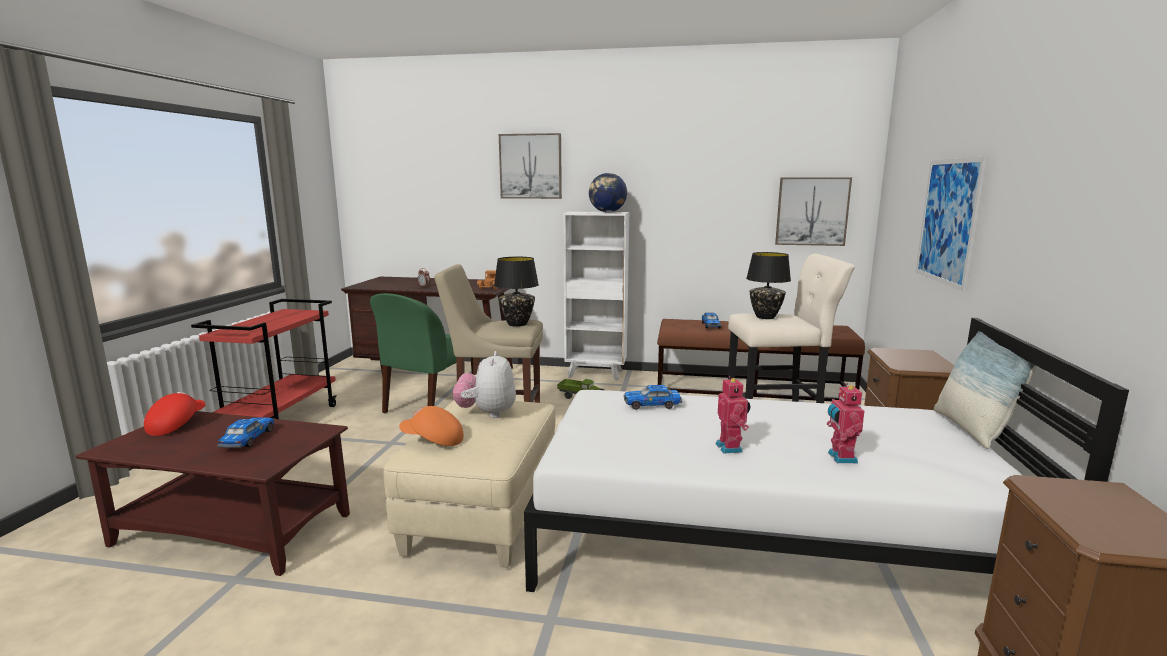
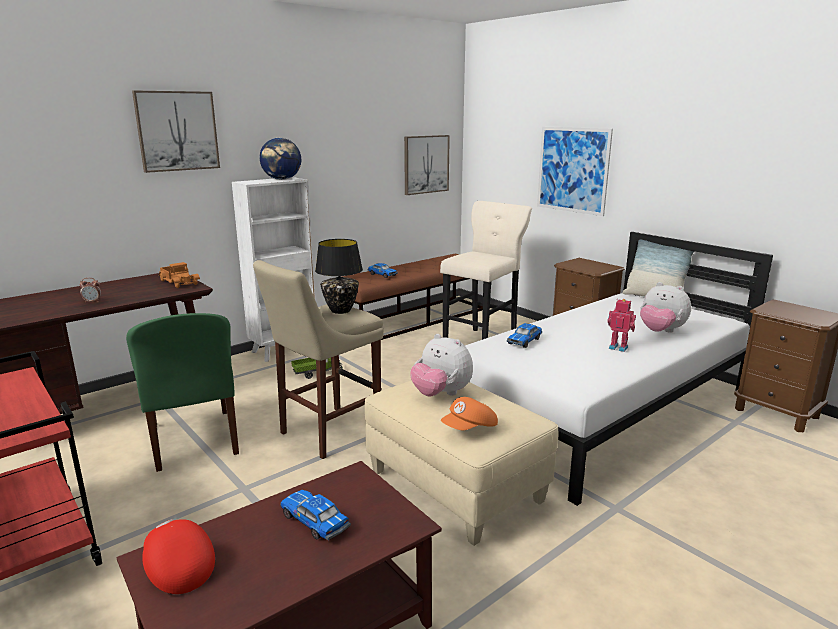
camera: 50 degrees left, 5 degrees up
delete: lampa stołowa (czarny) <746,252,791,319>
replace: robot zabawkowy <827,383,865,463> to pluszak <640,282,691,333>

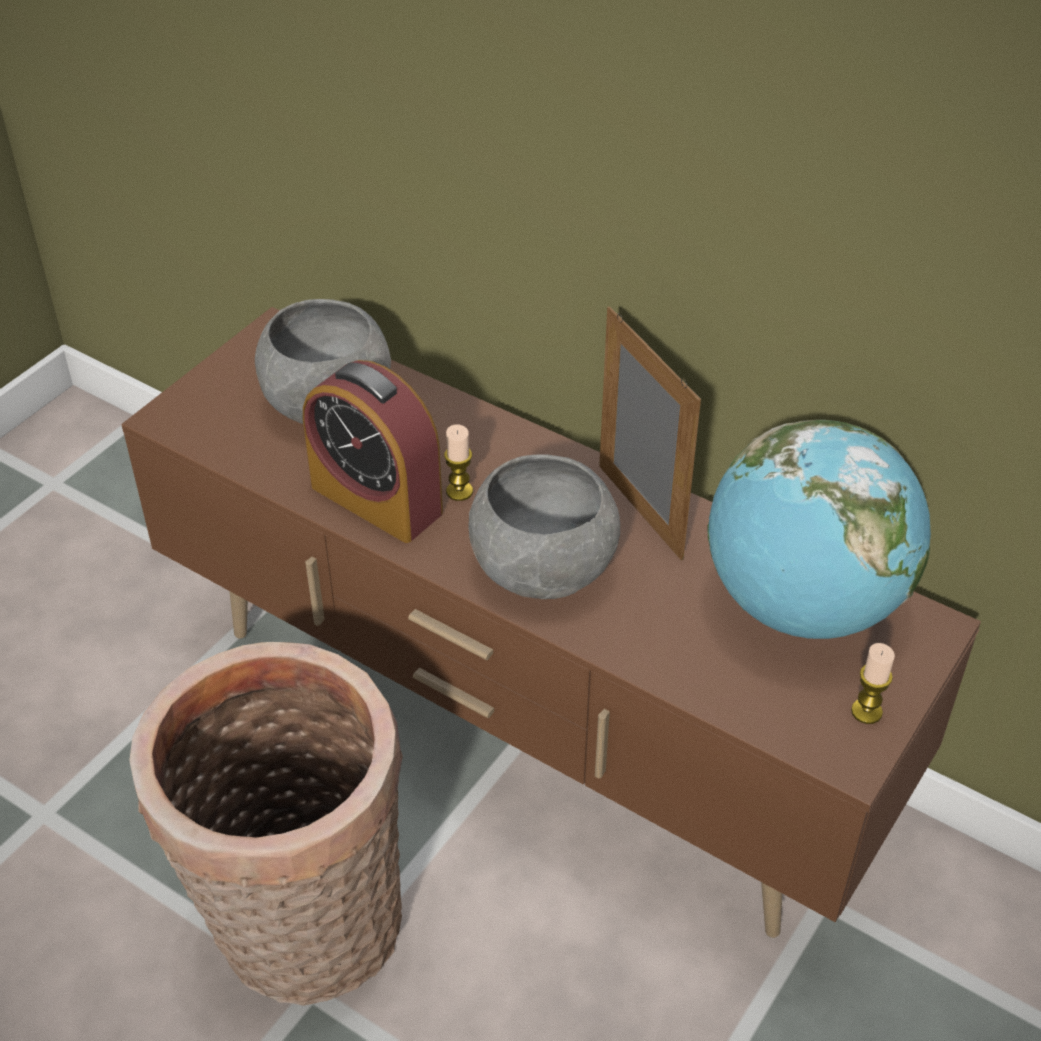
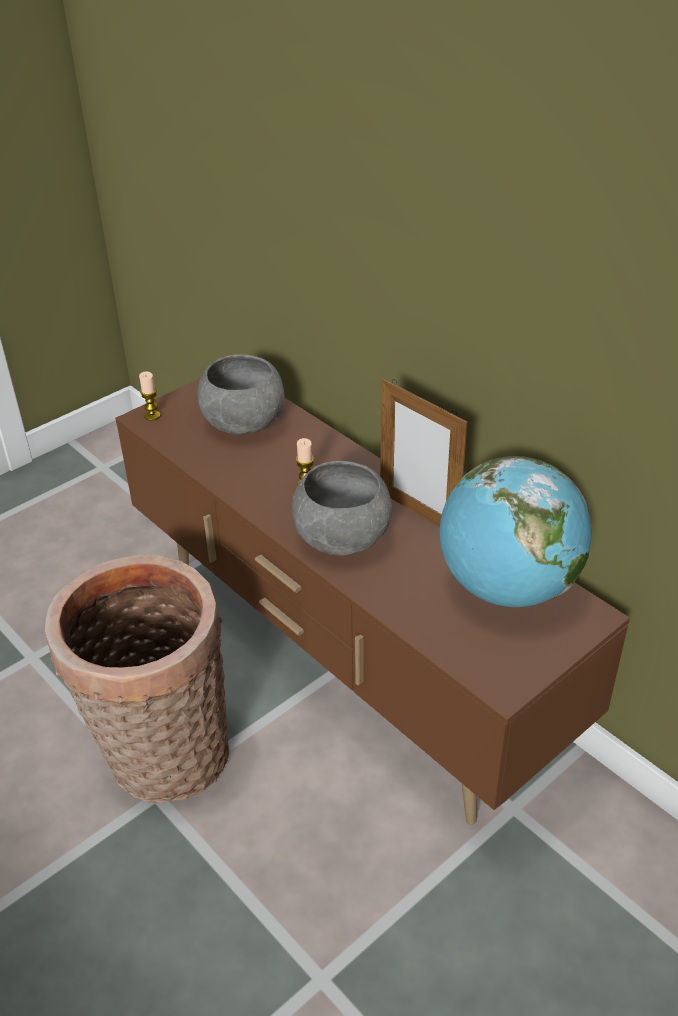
camera: 15 degrees right, 5 degrees down
delete: budzik <303,360,443,543>
move: świeca <851,643,895,724> to <139,371,161,421>
rotate: ramka na zdjęcie <599,306,701,561> = <380,378,467,528> 150 degrees clockwise

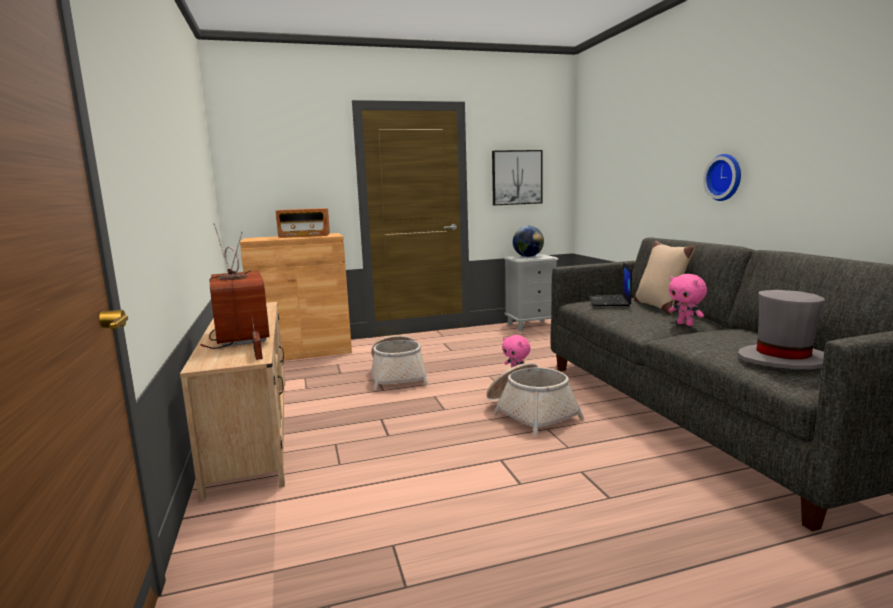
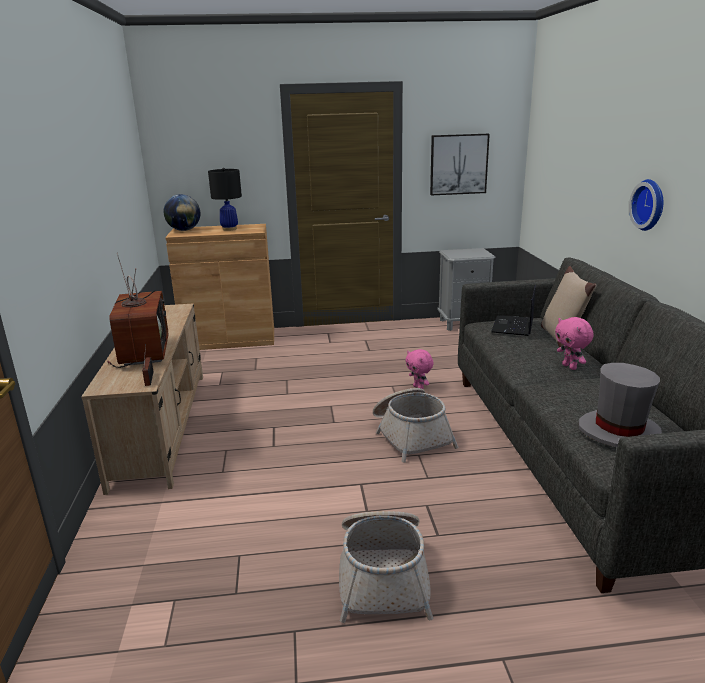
camera: 10 degrees right, 10 degrees up
move: globus <513,226,544,257> to <164,194,200,231>; koszyk <371,335,429,391> to <339,511,434,623>
replace: radio <276,208,330,238> to lampa stołowa (czarny) <208,168,242,231>

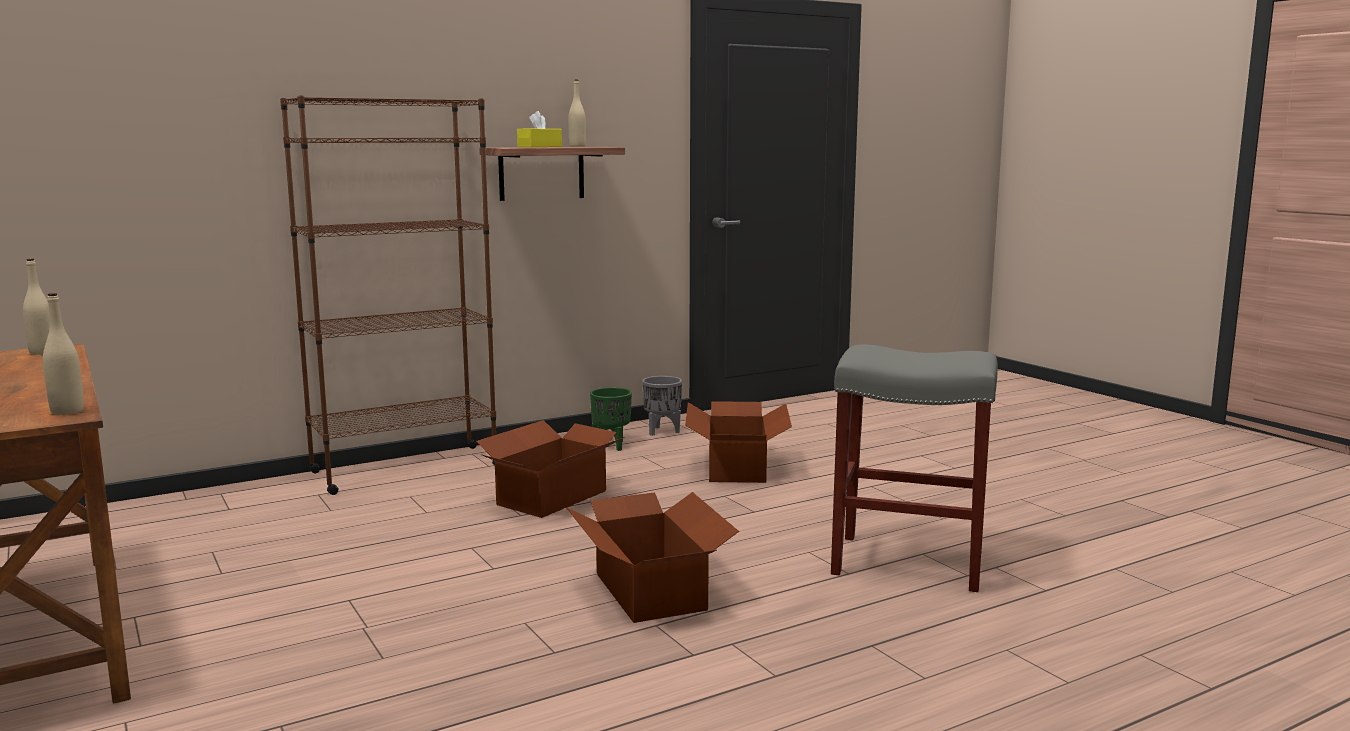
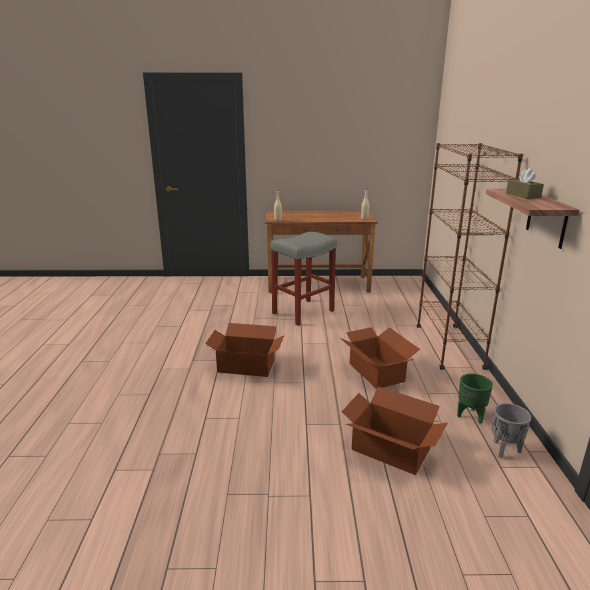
camera: 120 degrees right, 10 degrees up
delete: butelka (beżowy) <568,79,586,147>
move: stołek (szary) <831,345,998,592> to <270,232,337,326>
recolor: pudełko chusteczek (żółty) <517,111,562,147> to pudełko chusteczek (brązowy) <506,168,544,199>

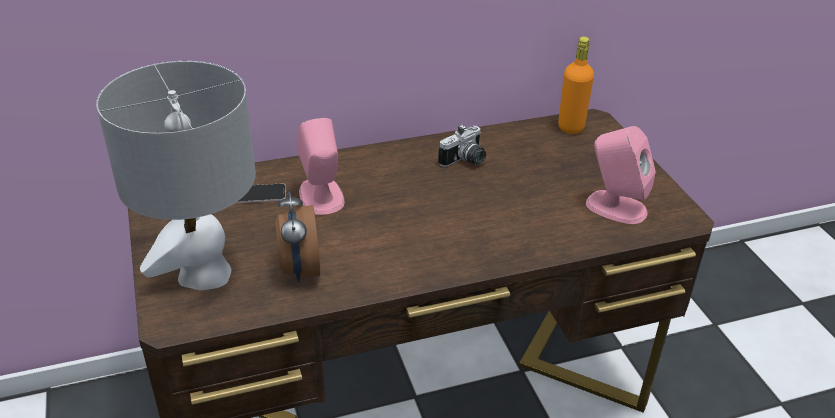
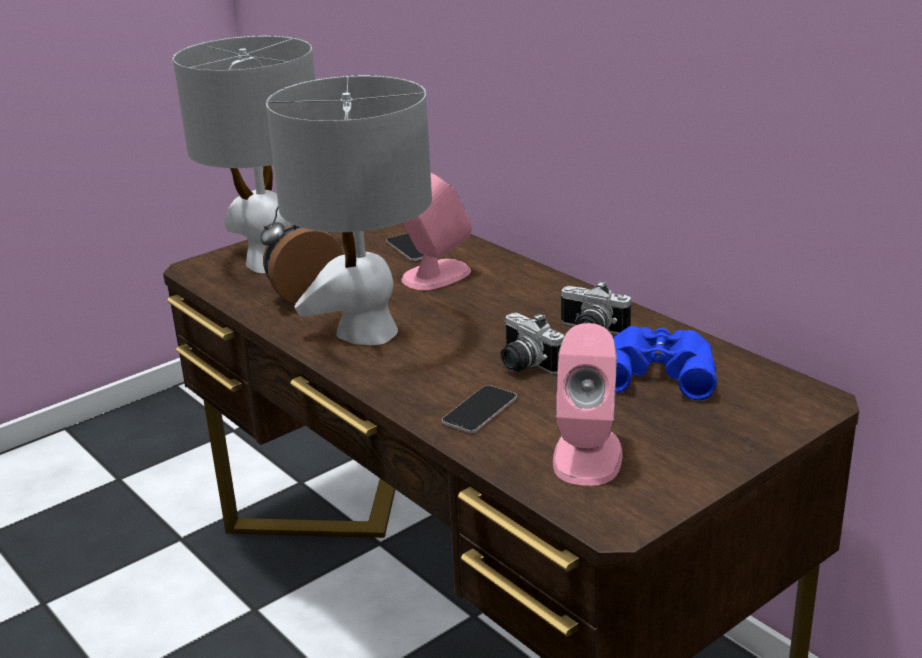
camera: 70 degrees right, 10 degrees down
delete: butelka (pomarańczowy) <558,36,594,134>
insert: lampa stołowa (szary) <266,75,432,345>; telefon <442,385,517,433>; aparat fotograficzny <500,313,564,374>; lornetka (niebieski) <613,326,717,400>

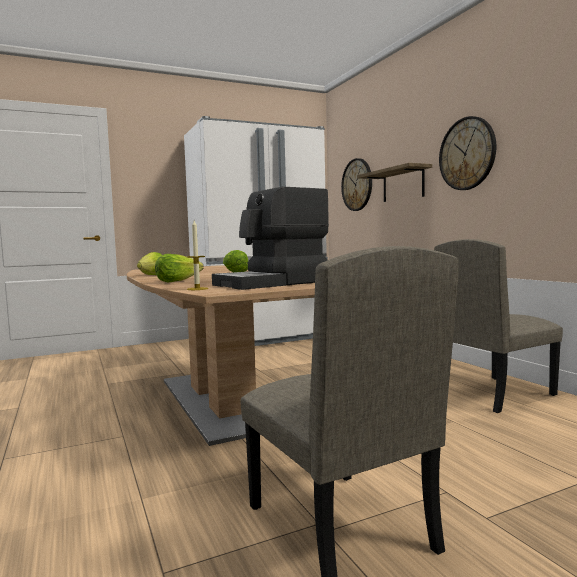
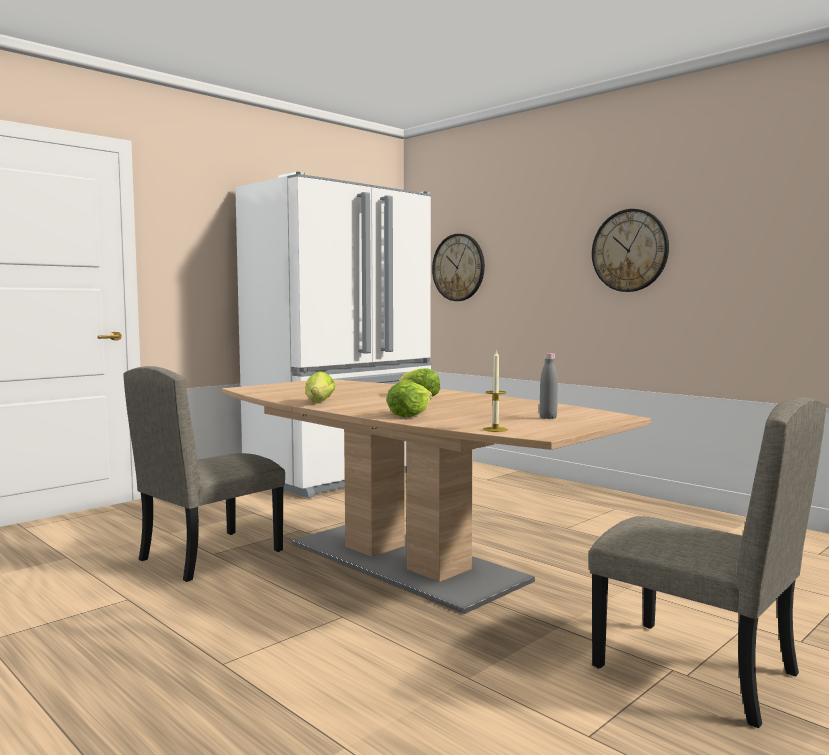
camera: 20 degrees left, 0 degrees up
delete: półka <357,163,432,202>
move: krzesło (beżowy) <434,239,563,413> to <123,366,285,582>
replace: ekspres do kawy <212,187,329,290> to butelka (szary) <539,353,558,419>

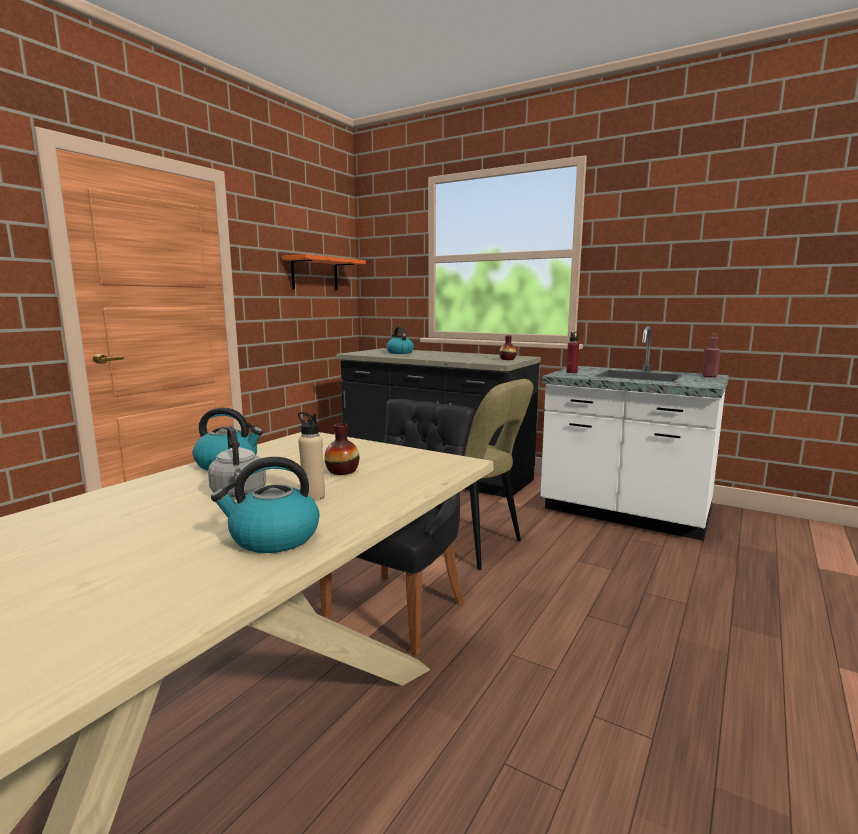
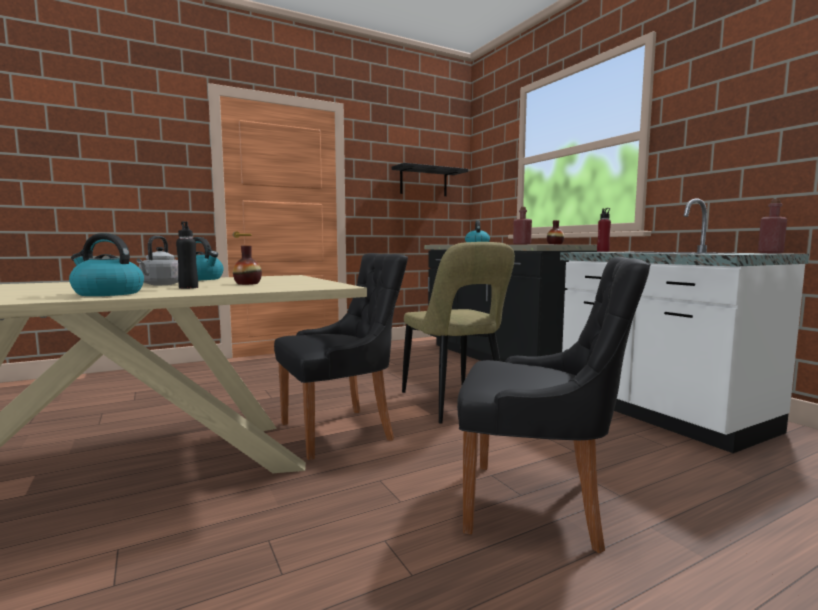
camera: 30 degrees right, 5 degrees down
insert: krzesło (czarny) <457,257,651,553>; butelka (czerwony) <513,207,532,244>
recolor: butelka (beżowy) <298,412,325,501> to butelka (czarny) <176,221,198,289>; półka (pomarańczowy) <282,254,366,290> to półka (czarny) <392,163,468,196>

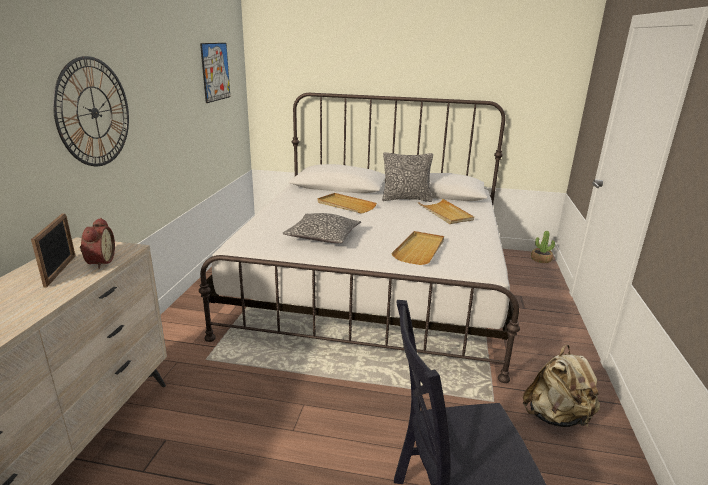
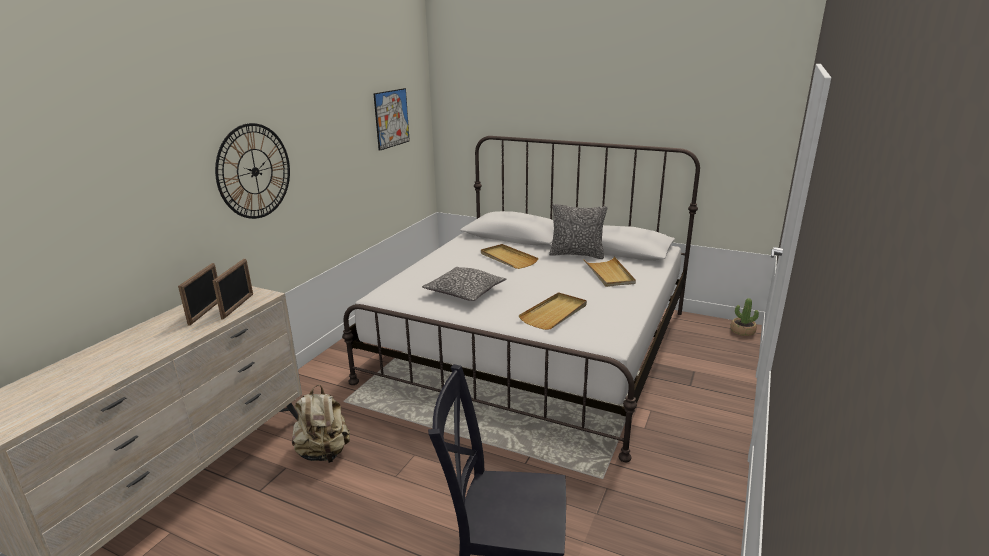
camera: 15 degrees right, 0 degrees up
move: plecak (beżowy) <523,345,600,427> to <292,385,350,464>
replace: budzik <80,218,115,269> to ramka na zdjęcie <213,258,253,319>

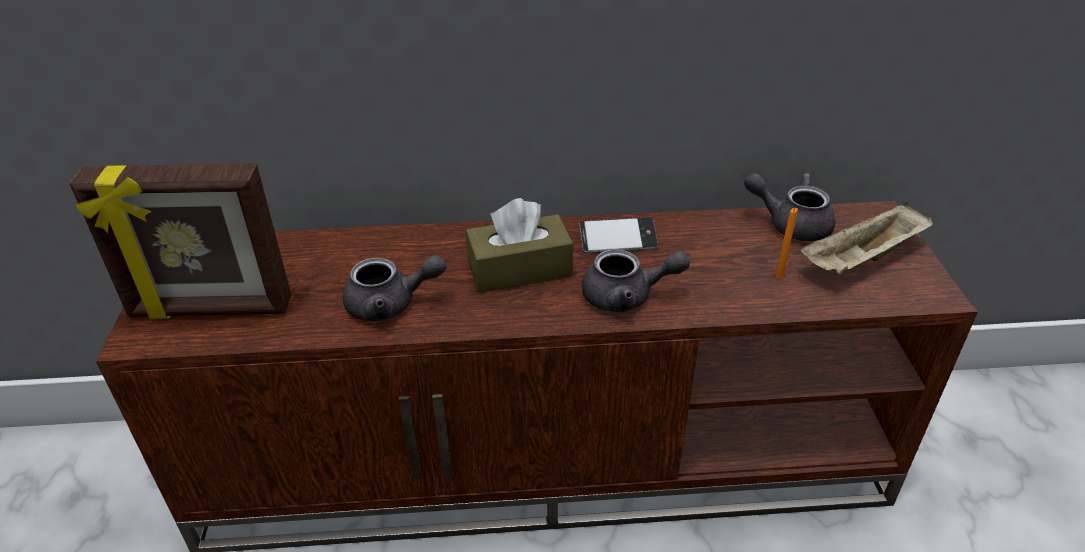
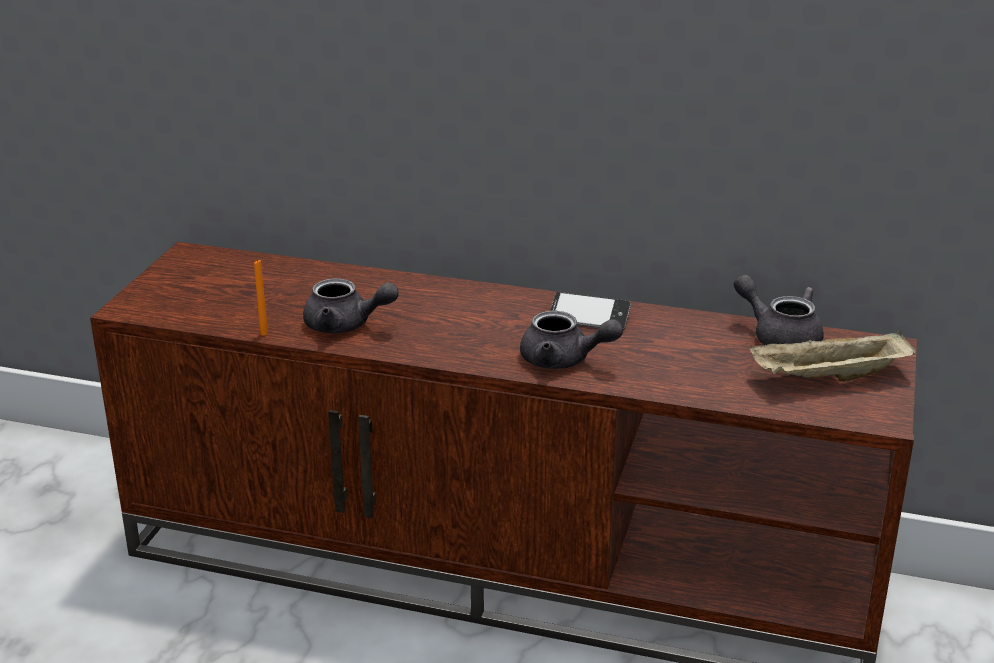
camera: 20 degrees right, 10 degrees down
delete: ramka na zdjęcie <70,164,292,319>; pudełko chusteczek (brązowy) <466,198,573,293>
move: świeca (pomarańczowy) <775,208,798,279> to <254,260,268,336>

